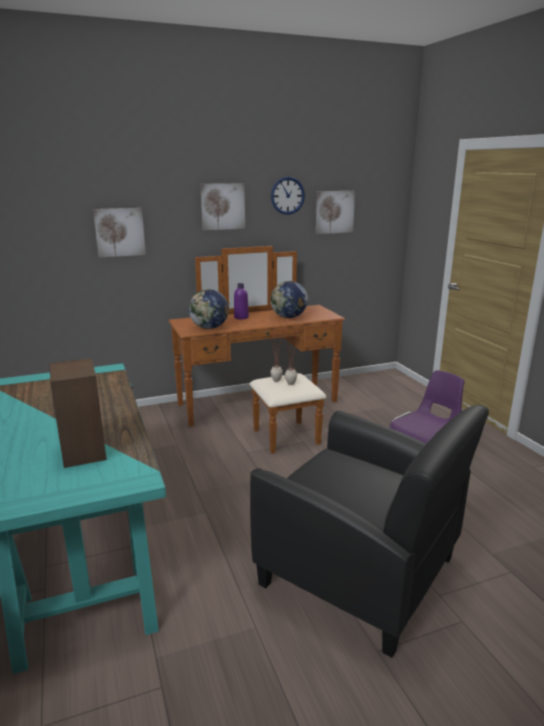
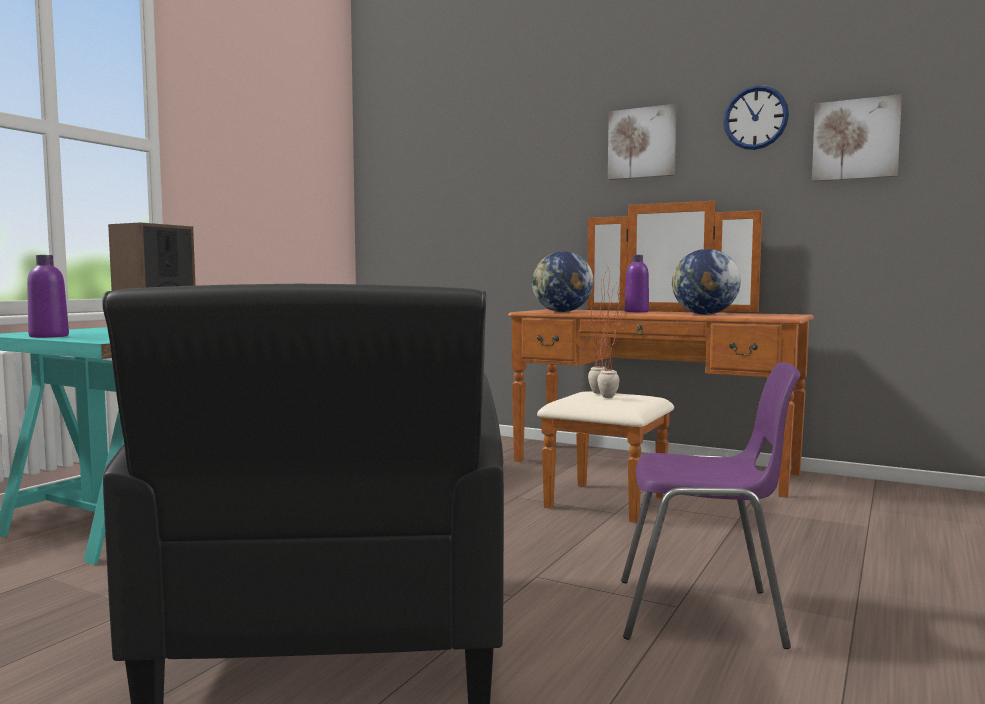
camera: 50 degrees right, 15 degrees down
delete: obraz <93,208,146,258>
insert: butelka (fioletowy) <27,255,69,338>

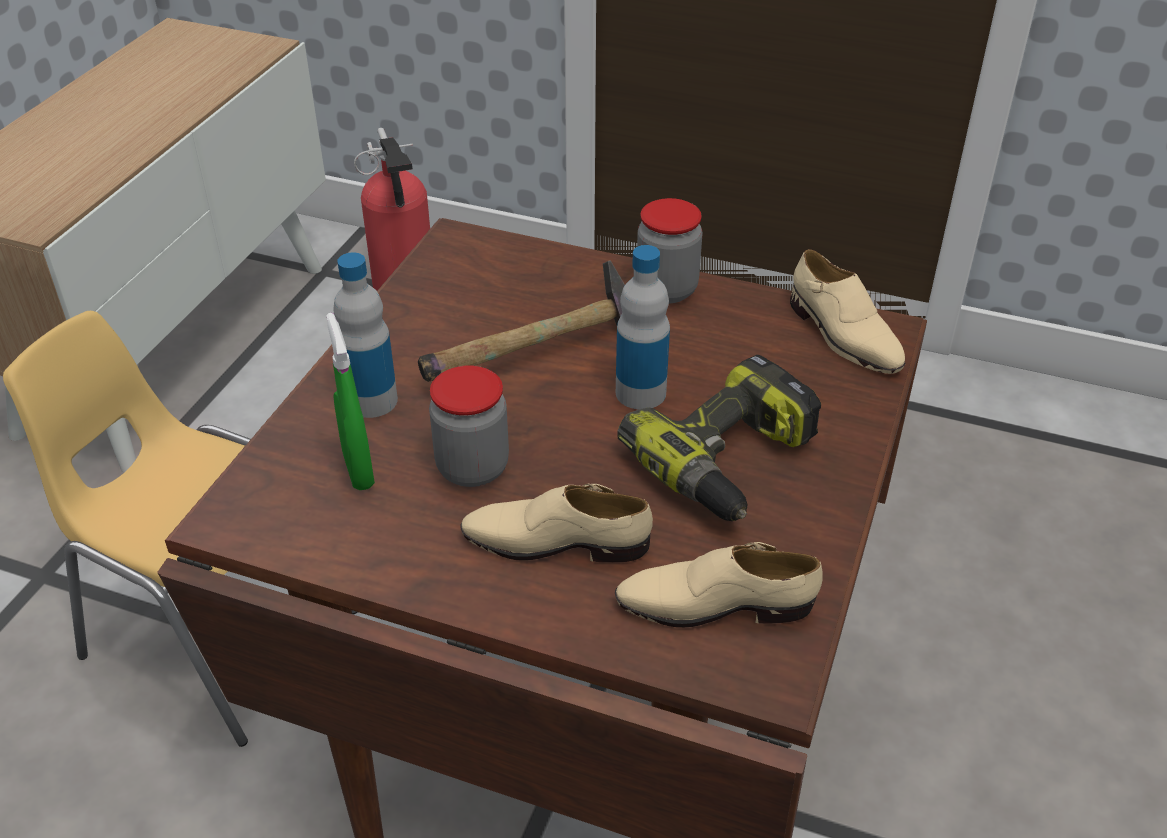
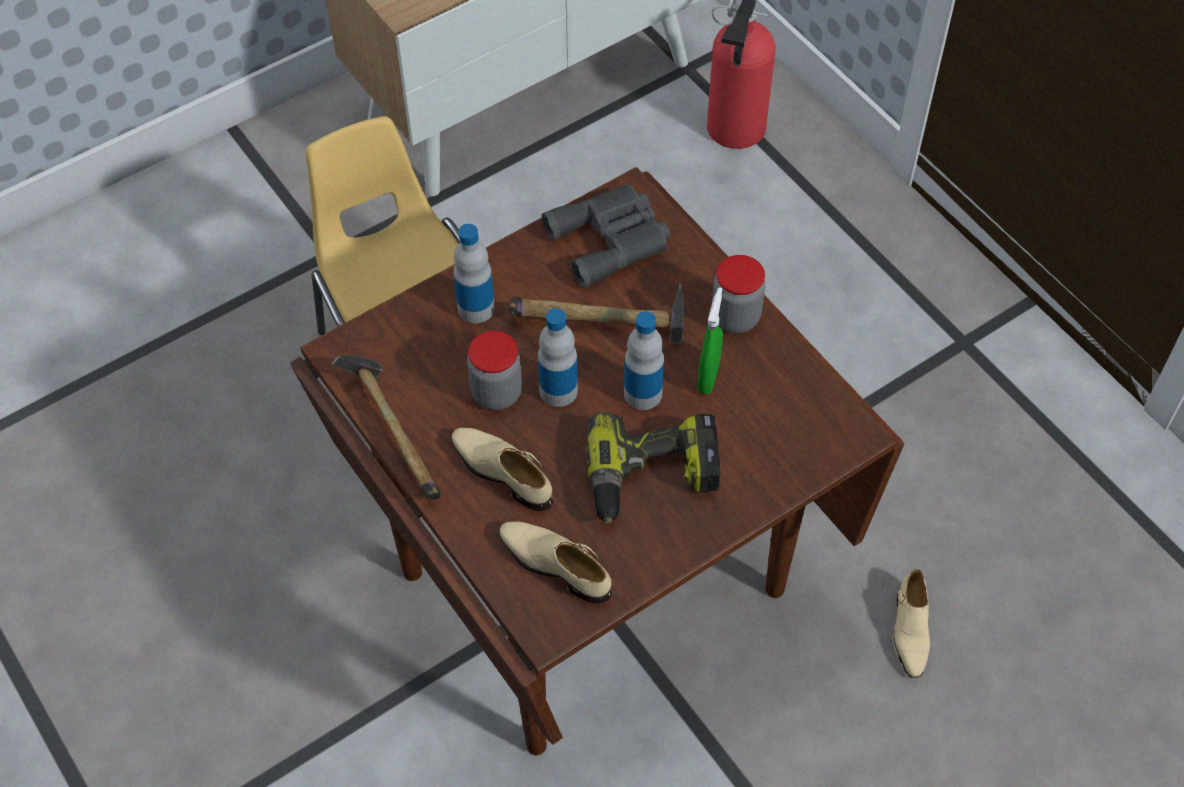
camera: 35 degrees right, 15 degrees up
insert: młotek <332,355,441,500>; butelka <538,308,578,407>; lornetka (szary) <542,184,670,288>
move: spryskiwacz (zielony) <326,313,375,490> to <697,287,723,394>; but (beżowy) <790,249,906,374> to <893,569,930,678>

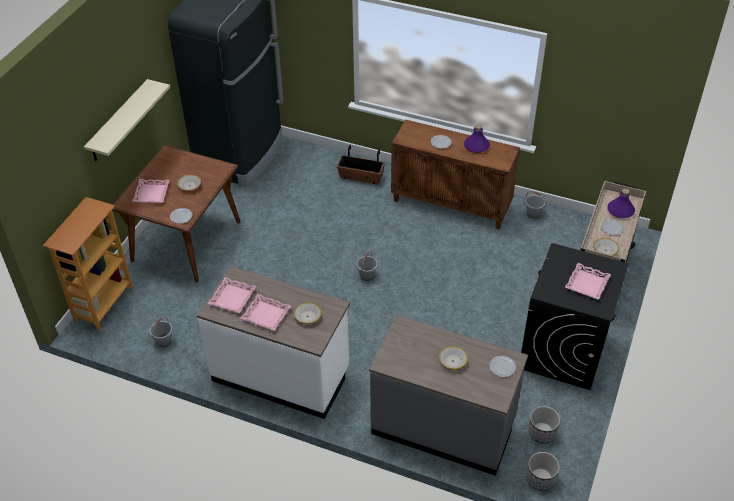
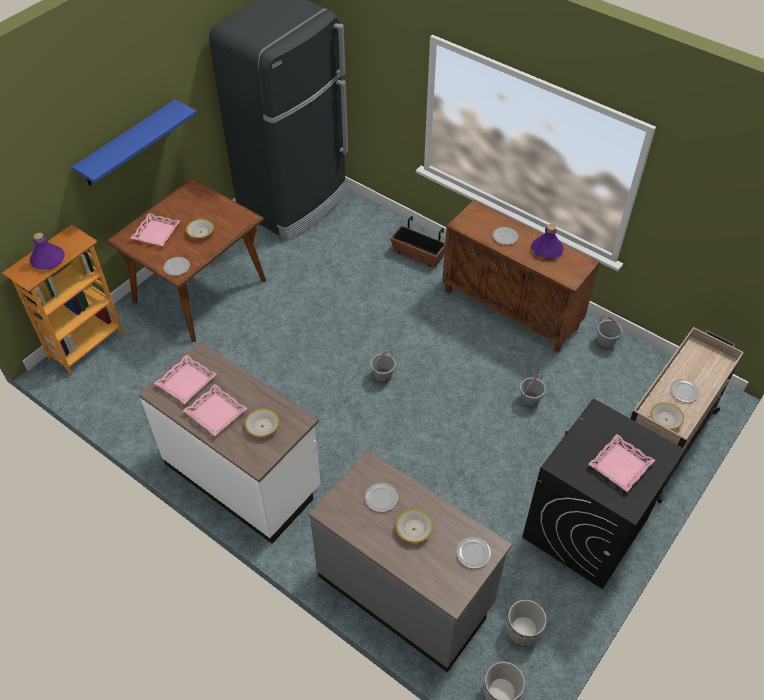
camera: 15 degrees right, 5 degrees up
insert: talerz <365,483,398,512>
move: butelka (fioletowy) <607,189,635,218> to <30,233,65,270>; wiadro (szary) <150,316,173,347> to <520,374,546,408>
recolor: półka (beżowy) <84,79,170,161> to półka (niebieski) <72,99,197,186>

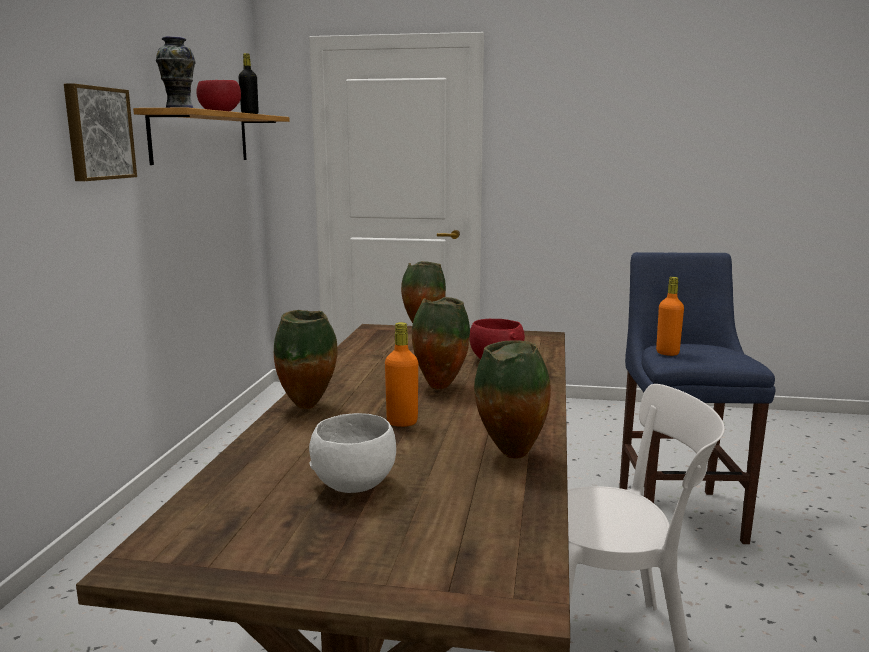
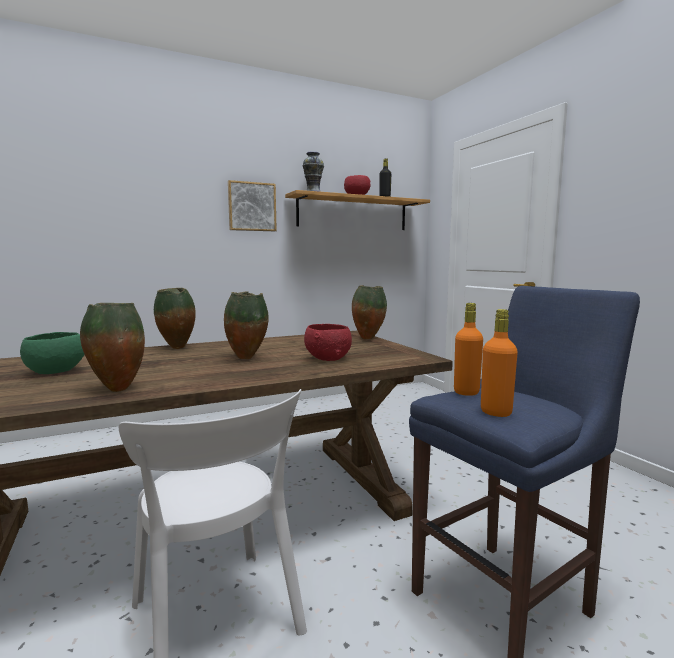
camera: 55 degrees right, 5 degrees down
move: butelka (pomarańczowy) <385,322,418,427> to <481,309,518,417>
recolor: miska (biały) <309,413,396,493> to miska (zielony) <20,332,84,374>

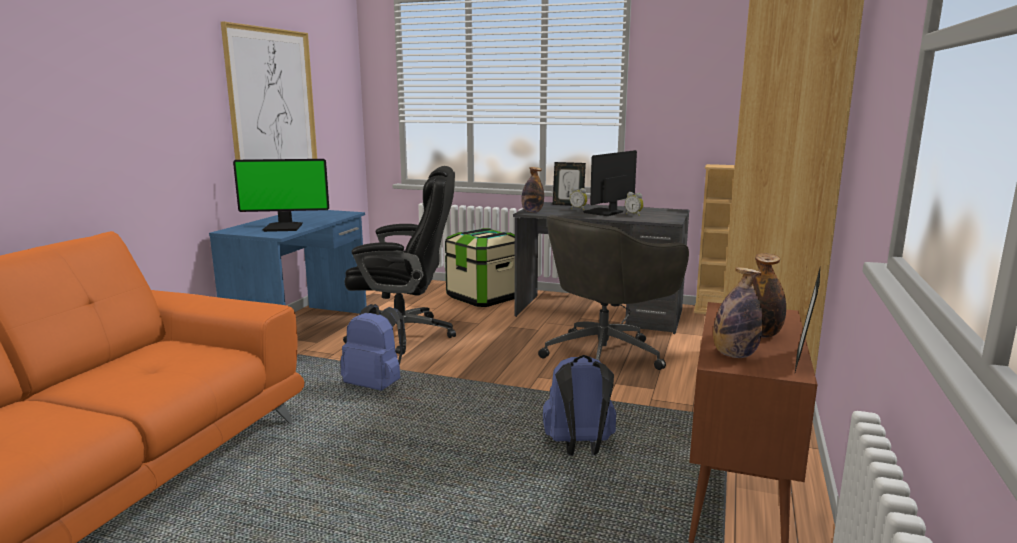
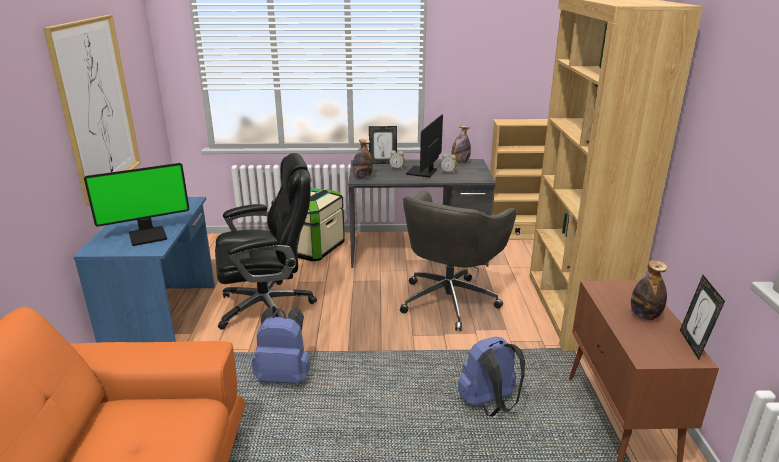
camera: 20 degrees left, 10 degrees up
move: butelka <713,267,763,358> to <451,126,471,164>

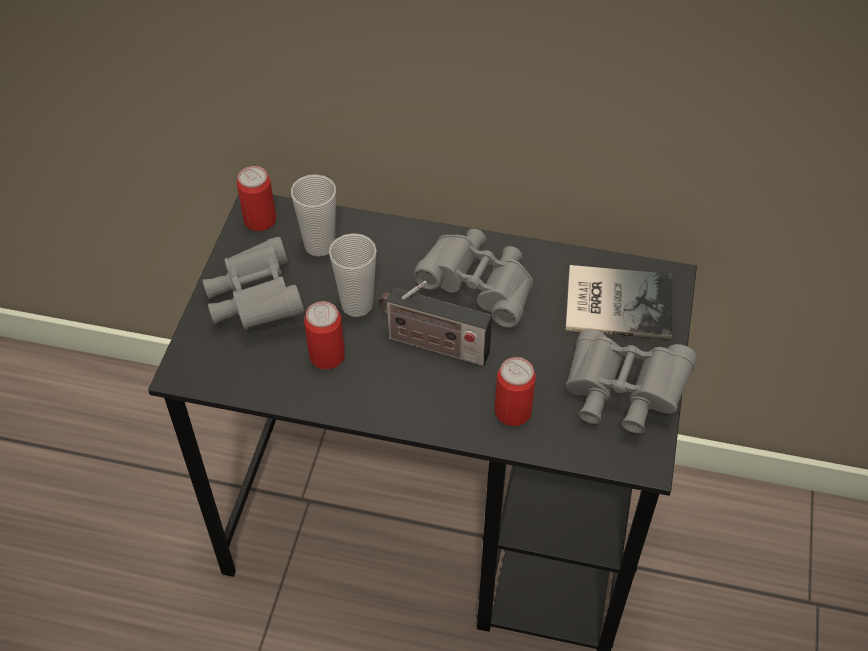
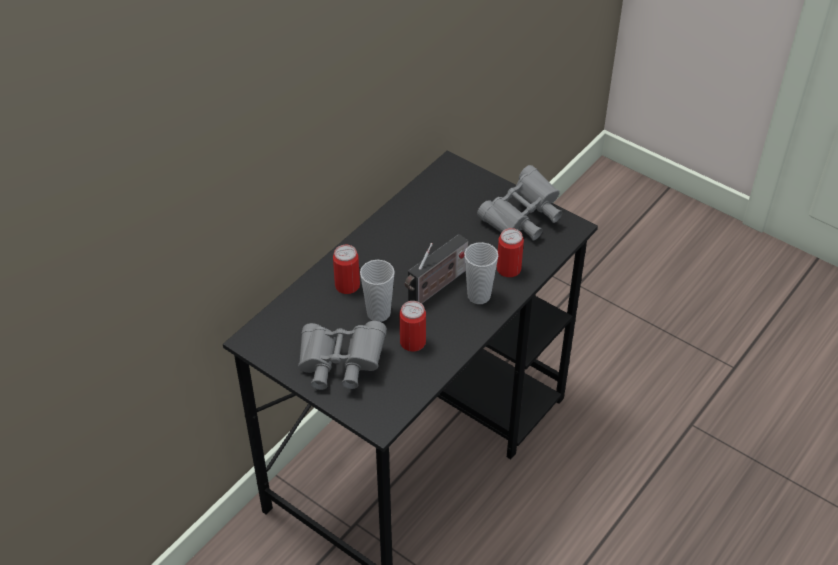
camera: 65 degrees left, 5 degrees down
delete: lornetka (szary) <413,229,534,328>; książka <565,265,672,340>
move: puszka <237,166,276,231> to <333,245,360,294>; filiżanka <291,174,336,257> to <464,242,498,304>

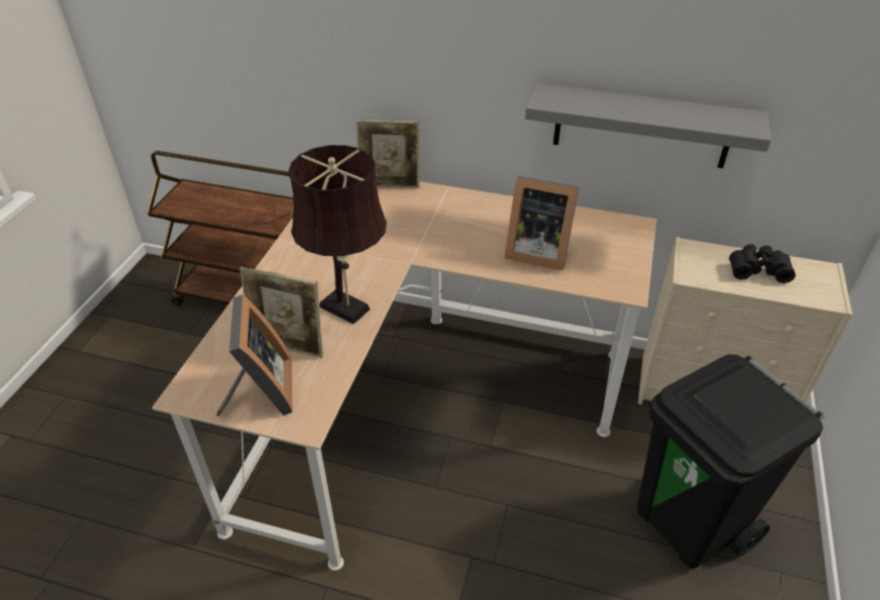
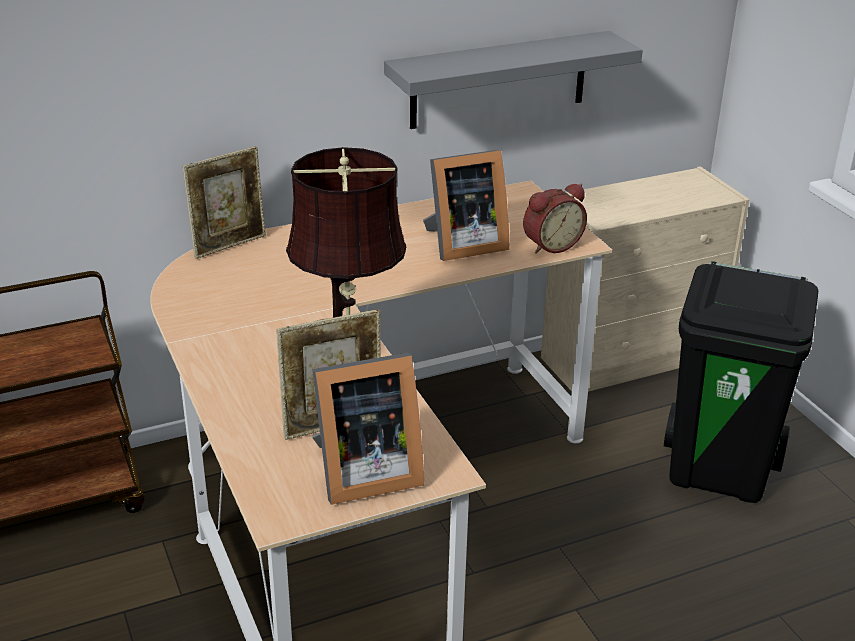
camera: 40 degrees left, 10 degrees down
delete: lornetka (czarny) <729,244,796,283>
insert: budzik <523,184,587,254>
rotate: ramka na zdjęcie <216,294,292,416> = <312,353,424,505> 120 degrees clockwise

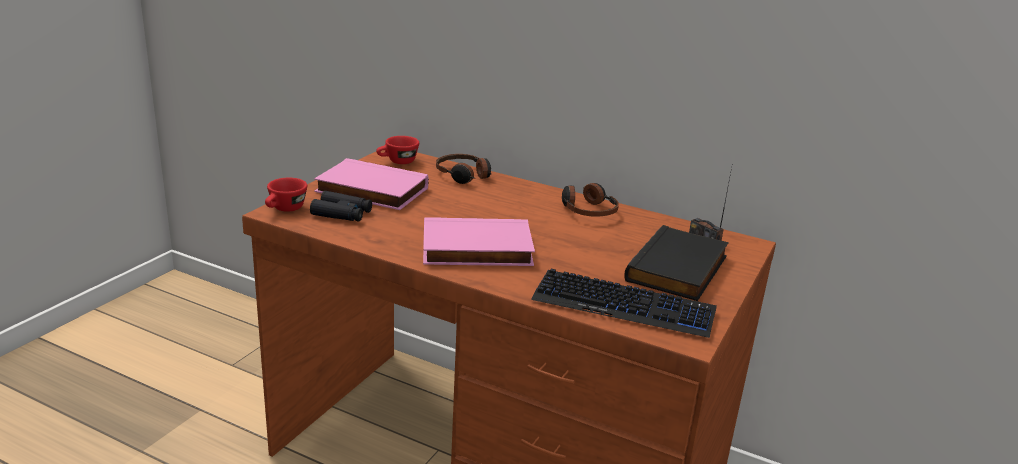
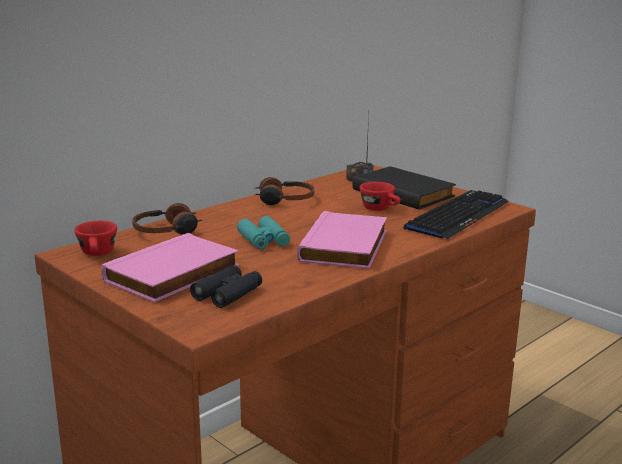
camera: 70 degrees left, 5 degrees down
insert: lornetka (turkusowy) <237,216,290,249>
move: filiżanka (czerwony) <265,178,307,212> to <360,182,401,211>

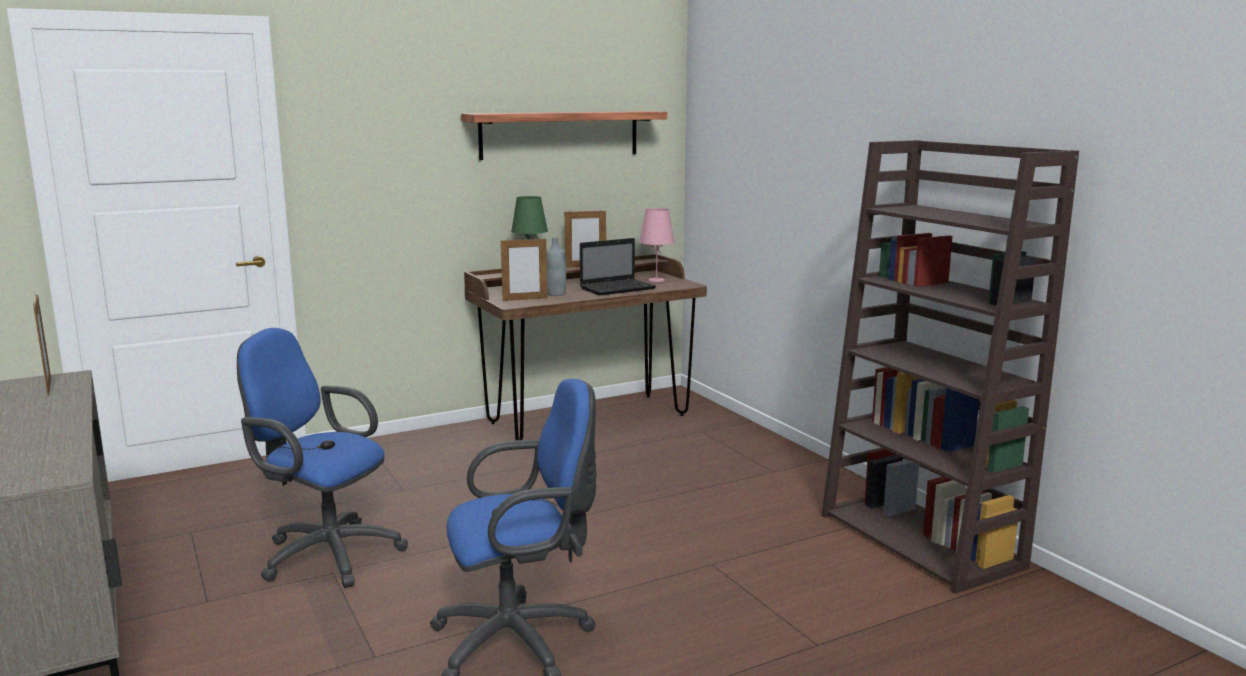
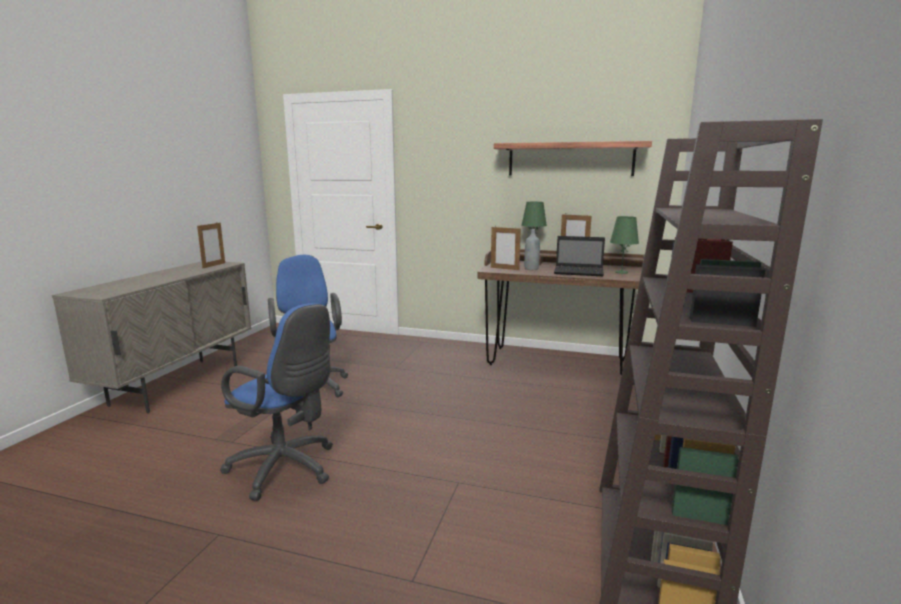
camera: 45 degrees right, 0 degrees up
recolor: lampa stołowa (różowy) <639,208,675,282> to lampa stołowa (zielony) <610,216,639,274>

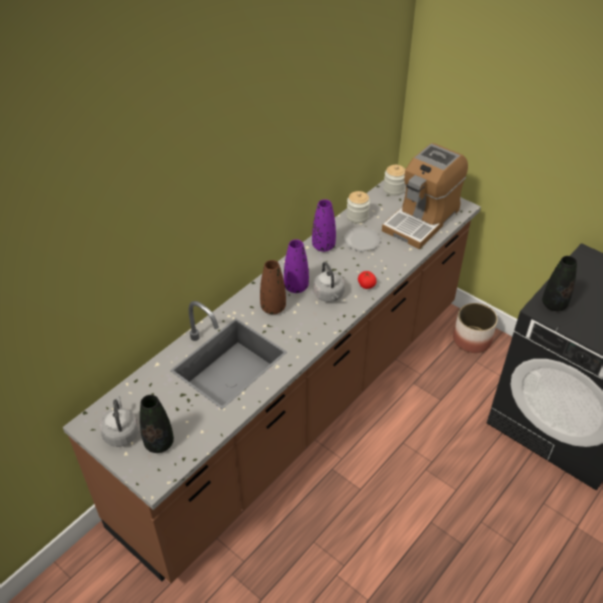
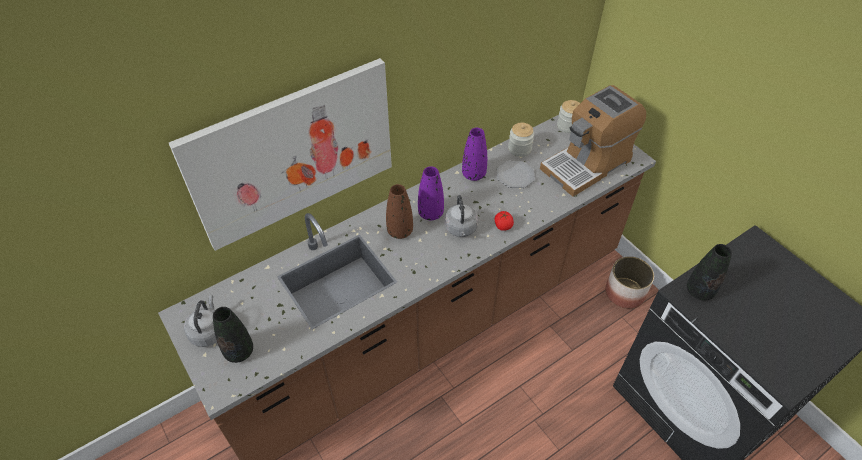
camera: 15 degrees right, 5 degrees up
insert: obraz <169,58,392,251>

